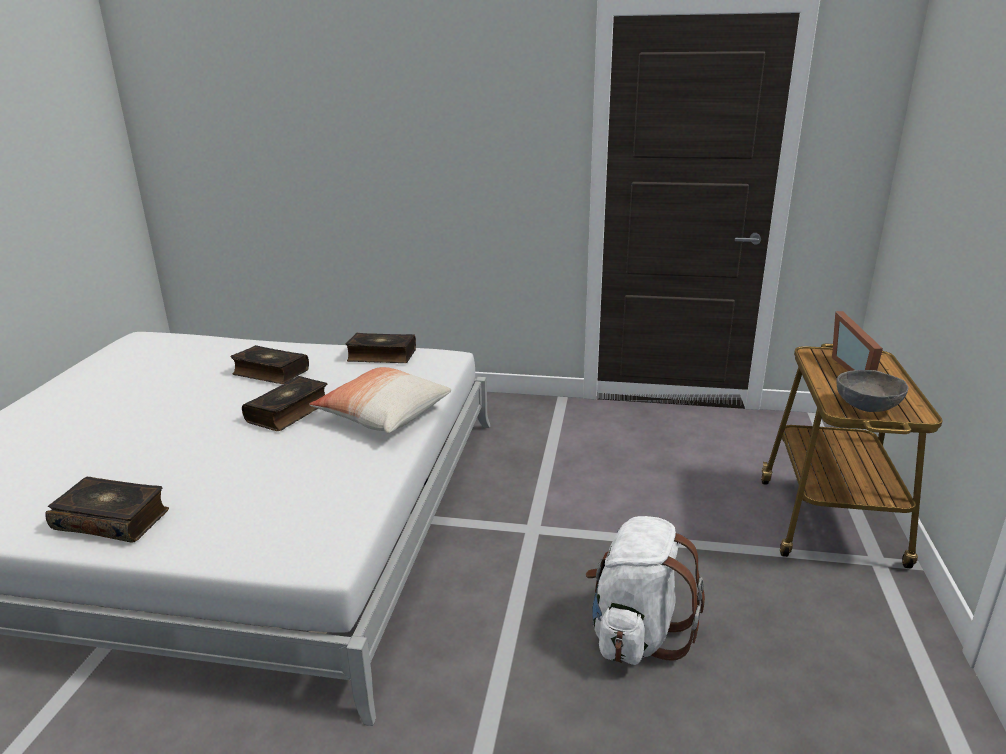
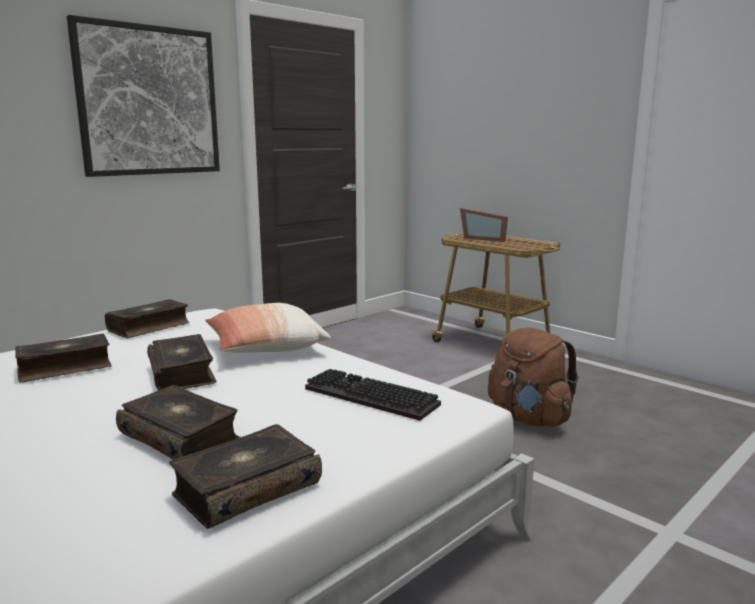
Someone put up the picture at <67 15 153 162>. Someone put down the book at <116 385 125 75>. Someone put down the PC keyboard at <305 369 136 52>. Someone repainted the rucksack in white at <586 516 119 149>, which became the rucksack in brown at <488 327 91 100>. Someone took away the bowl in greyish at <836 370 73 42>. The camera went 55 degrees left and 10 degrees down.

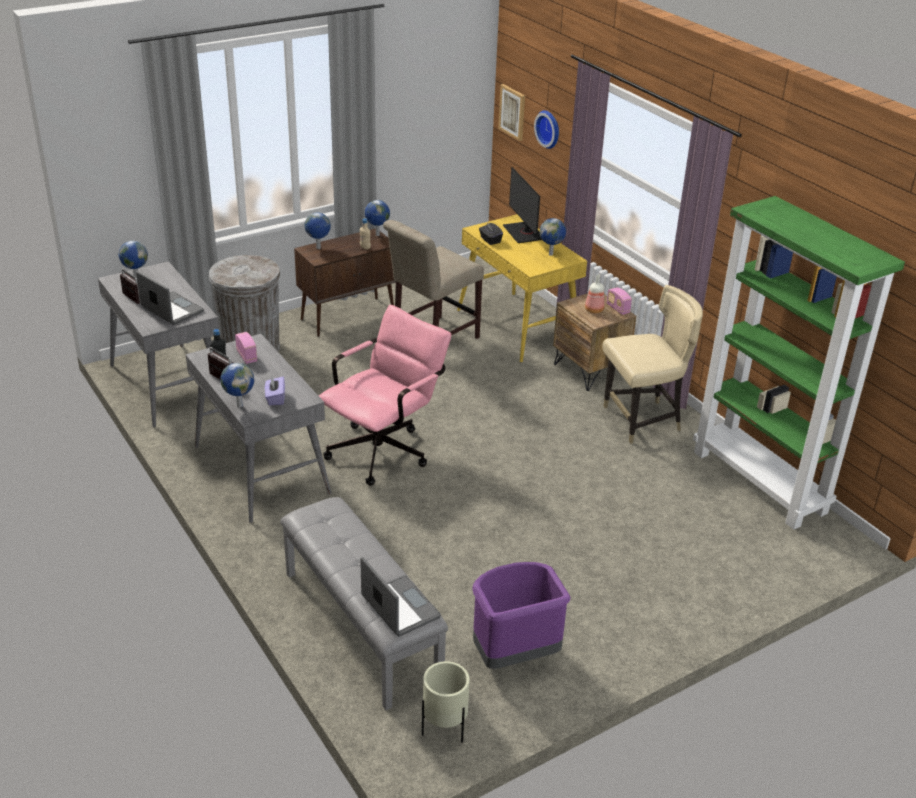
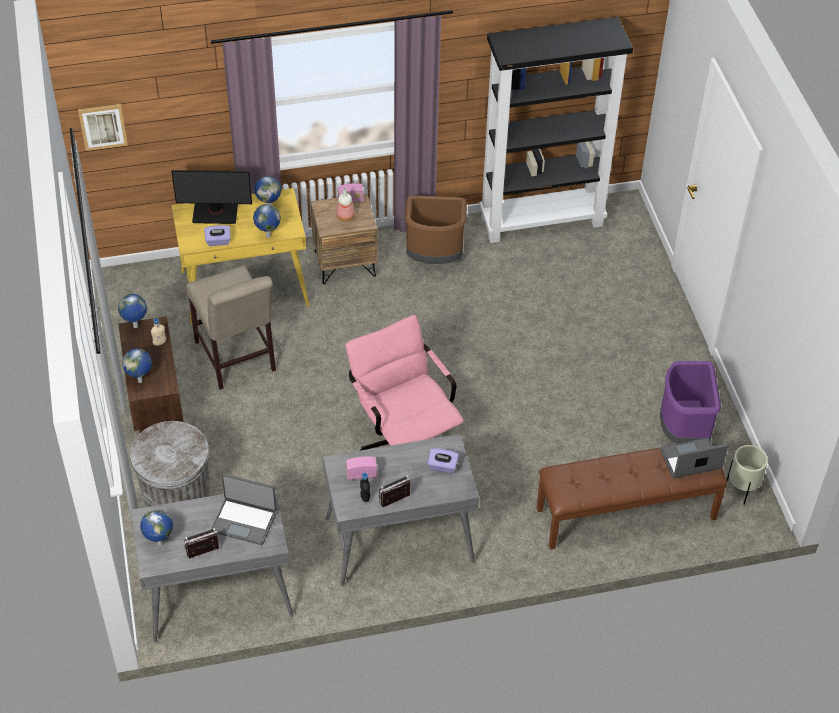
Someone repainted the box of tissues in black-coloured at <479 222 24 23>, which became the box of tissues in purple-coloured at <204 225 27 21>. Someone rotated the notebook computer at <136 271 68 54> by 135 degrees counterclockwise. Someone carried the world globe from <220 363 34 45> to <253 204 28 34>. Someone swapped the plain chair in beige at <602 285 101 159> for the rubbish bin in brown at <405 195 62 69>. Someone repainted the bookcase in green-coloured at <693 196 212 334>, which became the bookcase in black-coloured at <479 17 154 226>. Someone repainted the indoor bench in greyish at <280 497 168 213>, which became the indoor bench in brown at <537 444 191 106>. Someone took away the clock on the wall at <534 111 25 38>. The camera went 70 degrees left and 15 degrees up.

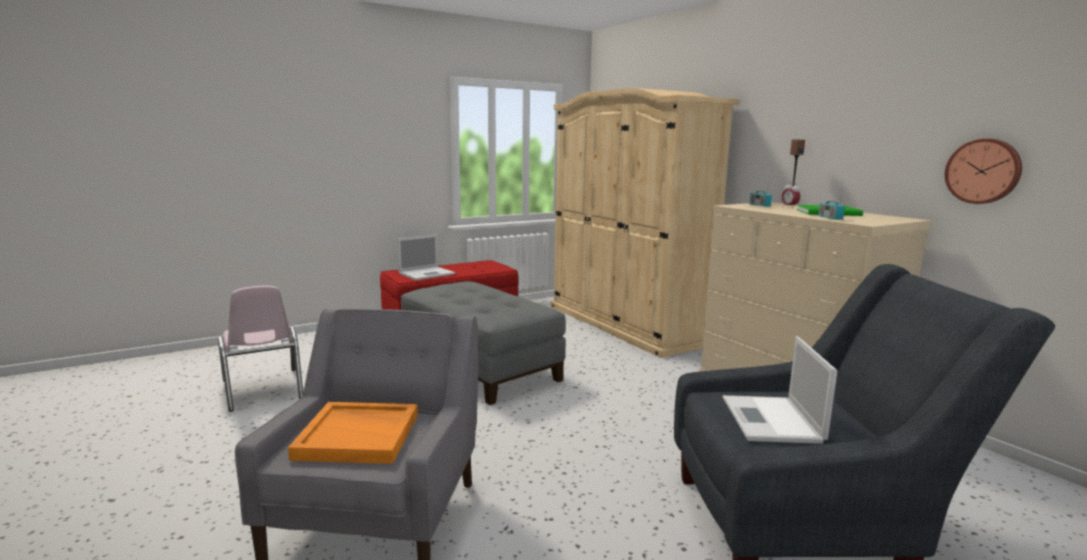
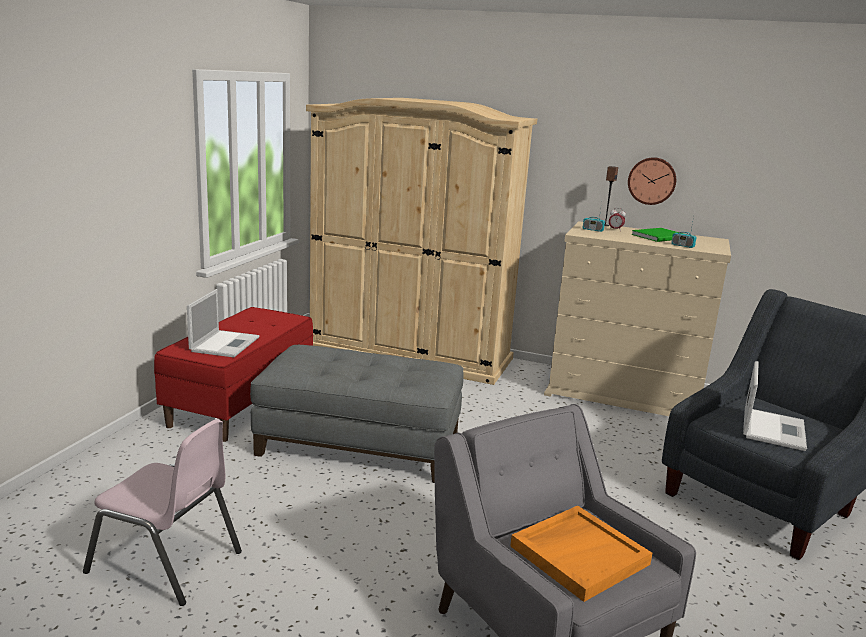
Someone carried the clock on the wall from <945 138 77 66> to <628 157 48 48>. Someone rotated the notebook computer at <723 336 114 108> by 120 degrees counterclockwise. The camera went 40 degrees left and 5 degrees up.

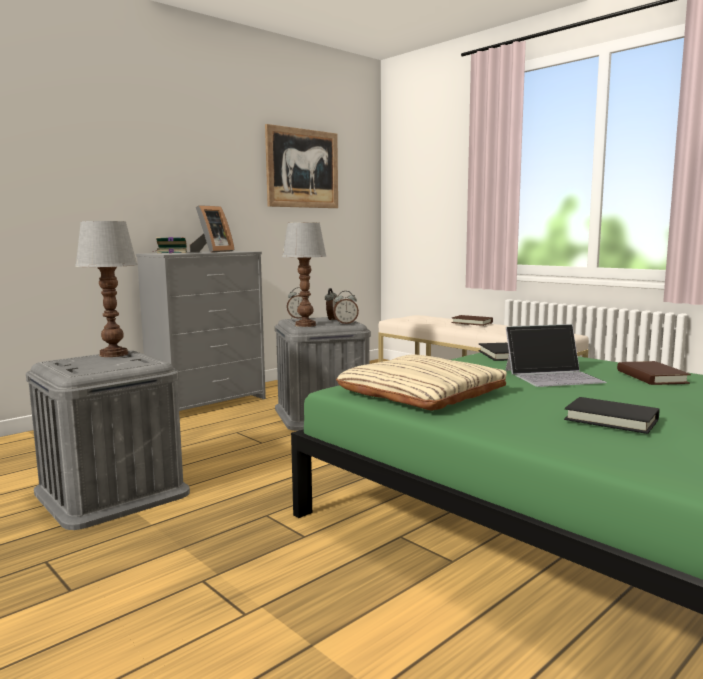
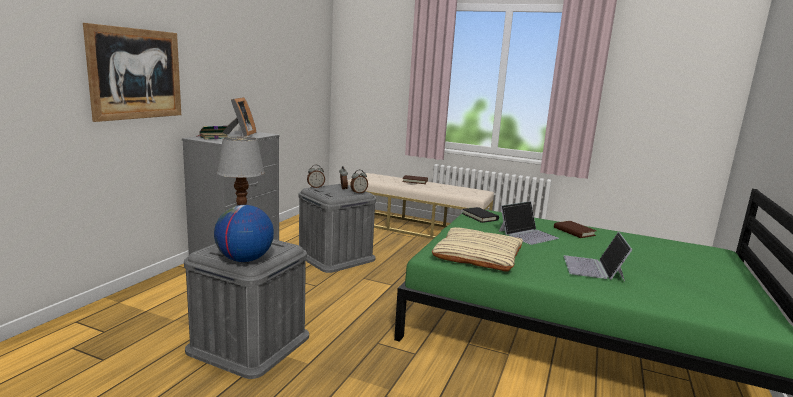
Someone carried the picture from <265 124 73 84> to <83 23 98 99>. Someone put down the world globe at <214 205 60 57>. Someone swapped the book in black-coloured at <564 397 95 37> for the notebook computer at <564 232 68 50>. Someone took away the table lamp at <282 222 44 105>. The camera went 25 degrees left and 5 degrees up.

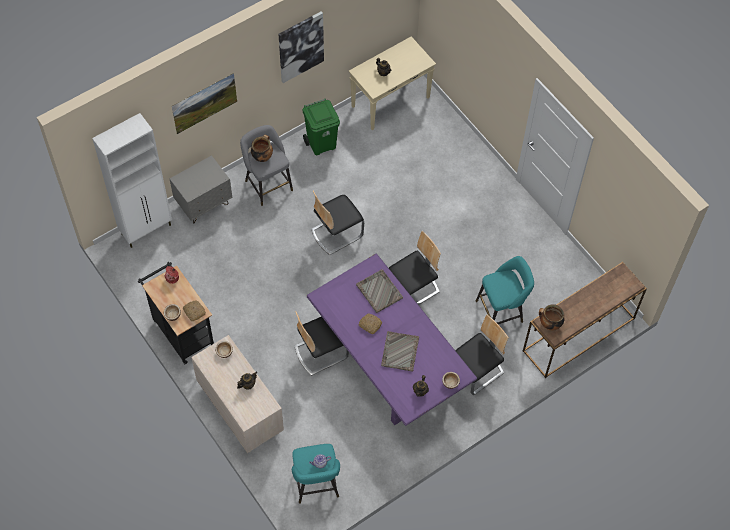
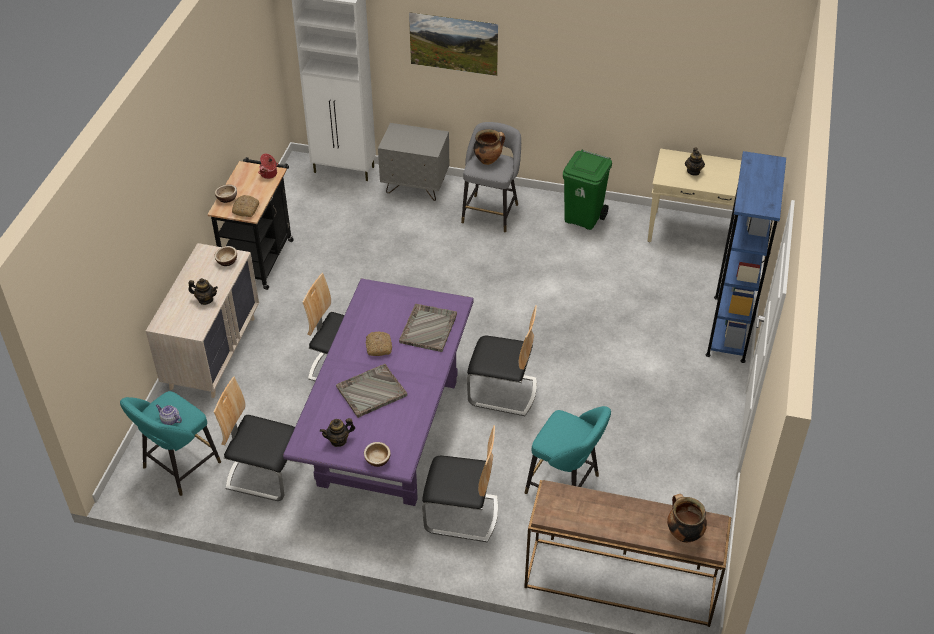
Someone carried the plain chair from <311 190 53 65> to <214 376 82 125>. Someone carried the stockpot from <539 304 25 26> to <667 494 40 49>. Someone put down the bookcase in blue-coloured at <706 151 80 212>. Someone took away the picture at <278 11 46 72>. The camera went 50 degrees right and 15 degrees down.

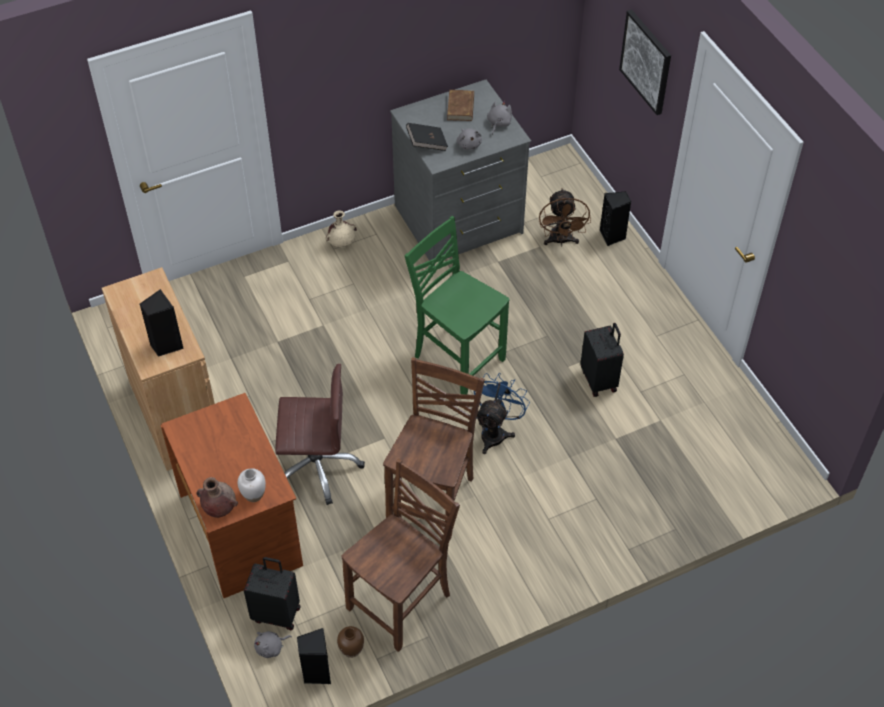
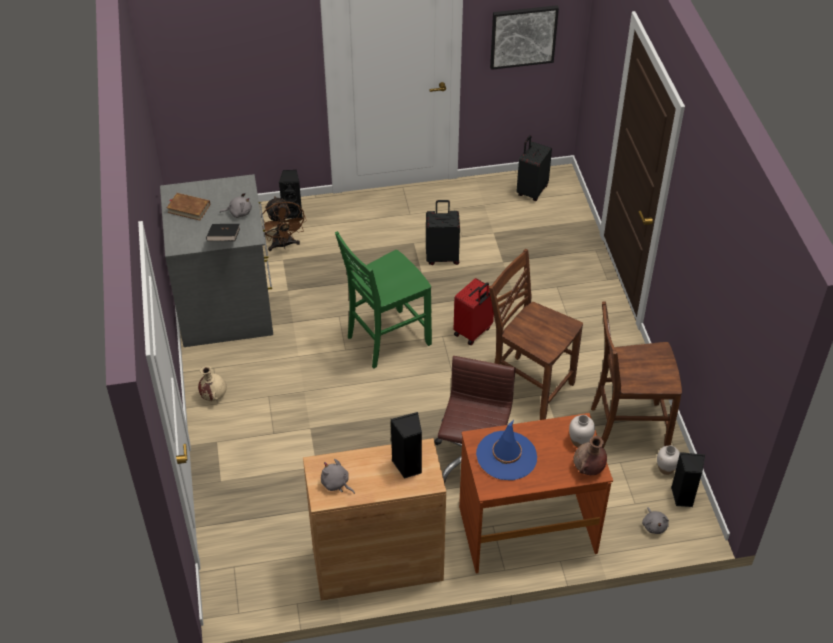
Someone rotated the fan in brown at <539 188 52 58> by 60 degrees clockwise. Someone carried the plush toy in greyish from <487 101 25 34> to <321 459 34 35>. Someone swapped the fan in blue-coloured at <474 373 56 81> for the suitcase in red-coloured at <453 278 41 67>. Someone put down the hat in blue-coloured at <476 420 61 60>. Someone carried the picture from <619 10 52 105> to <490 5 69 65>. Someone carried the suitcase in black-coloured from <244 557 56 73> to <516 135 36 66>. Someone rotated the plain chair in brown at <342 459 118 193> by 60 degrees counterclockwise. Someone repainted the decorative vase in brown at <337 626 27 32>, which became the decorative vase in white at <657 445 23 30>. The camera went 75 degrees left and 5 degrees down.

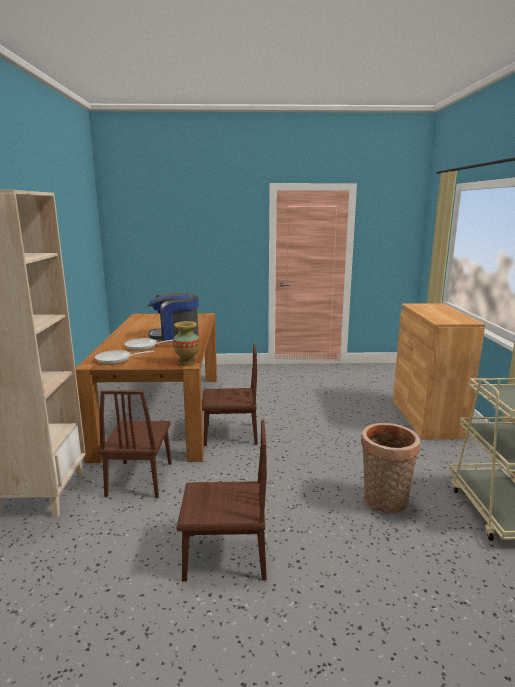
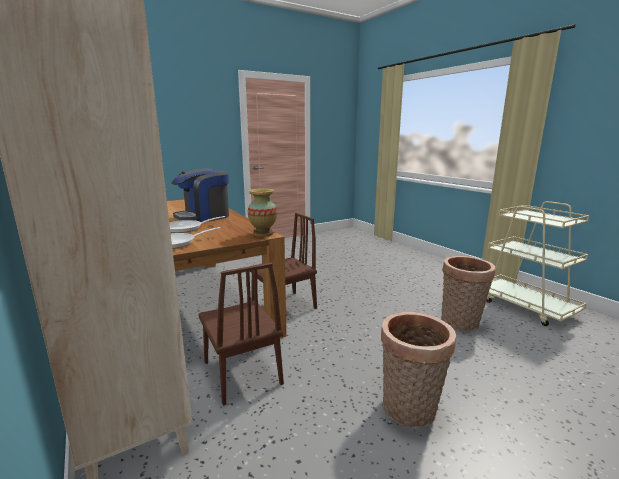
Someone swapped the plain chair in brown at <177 420 90 162> for the household basket at <381 312 75 116>. Someone took away the cabinet in brown at <393 303 92 137>. The camera went 30 degrees left and 0 degrees up.

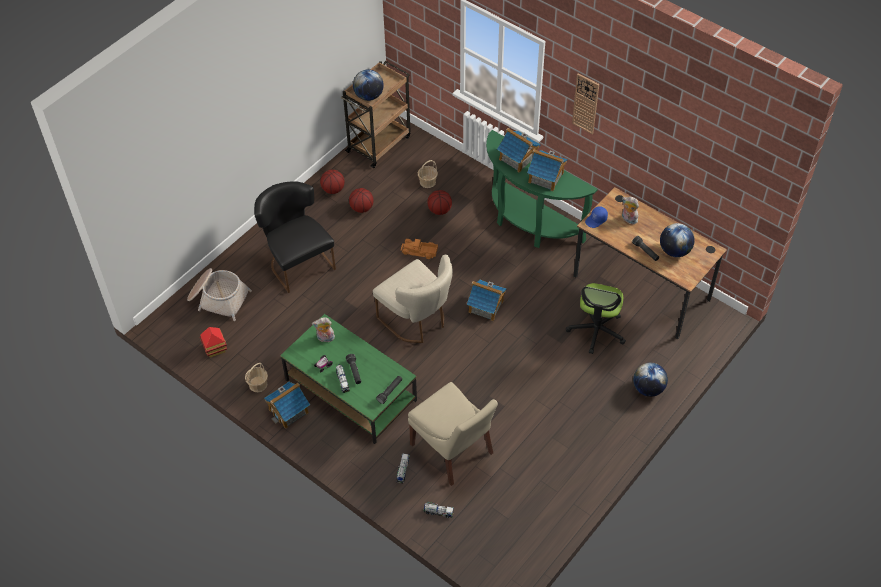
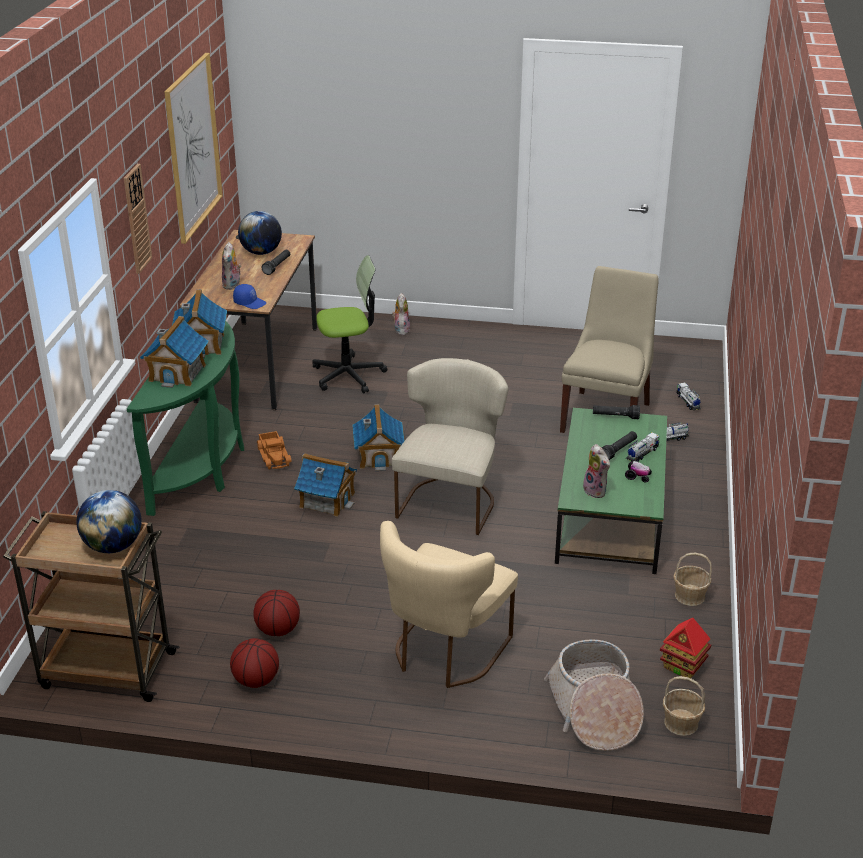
Someone put up the picture at <164 53 59 191>. Someone carried the toy lorry from <401 239 37 20> to <257 431 35 39>. Someone carried the model house from <264 382 46 47> to <294 453 63 64>. Someone repainted the plain chair in black-coloured at <254 181 82 112>, which became the plain chair in beige at <380 521 138 167>. Someone swapped the world globe at <633 363 35 34> for the plush toy at <392 293 18 42>. Someone carried the household basket from <418 160 20 28> to <663 676 42 60>. Someone took away the basketball at <427 190 25 25>. The camera went 120 degrees left and 20 degrees down.

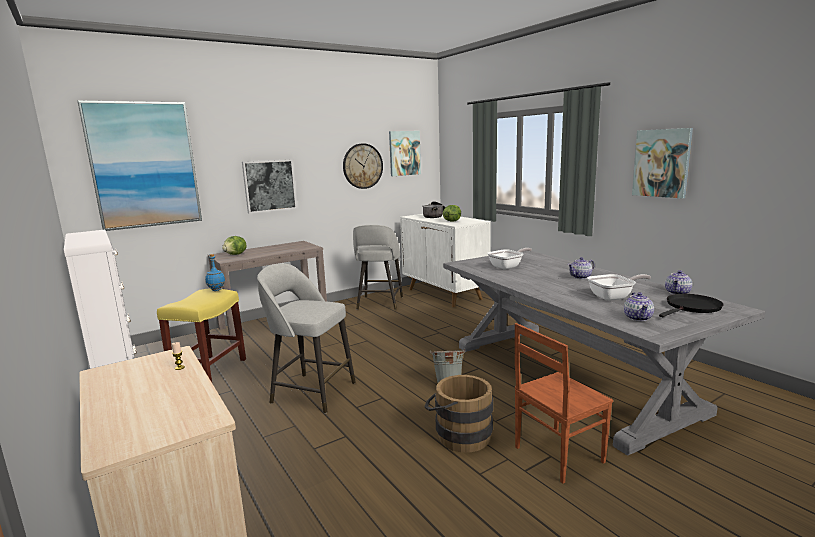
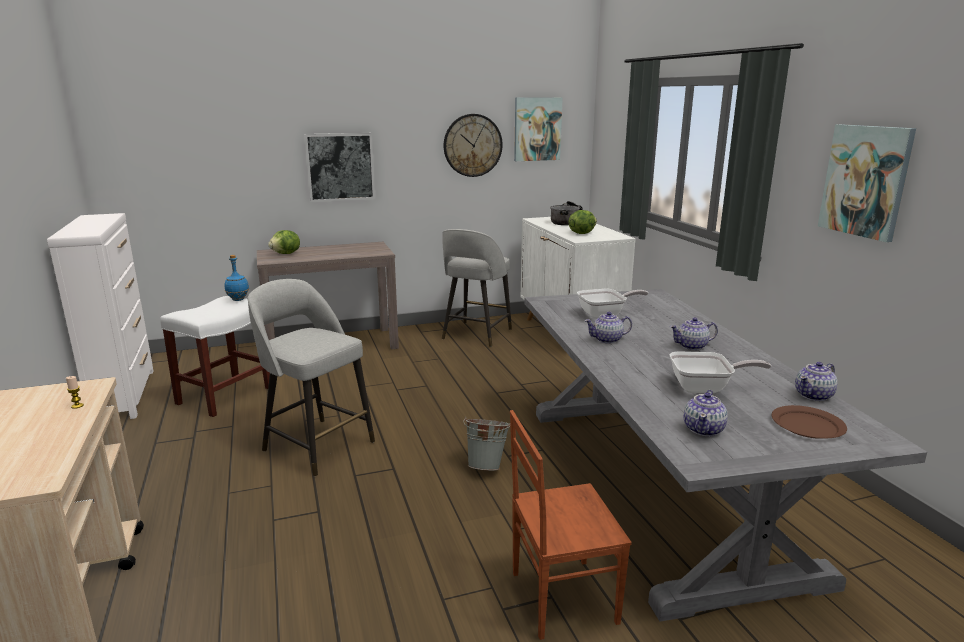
Someone repainted the sitting stool in yellowish at <157 289 89 93>, which became the sitting stool in white at <160 296 110 121>. Someone put down the pot for tea at <585 312 47 32>. Someone swapped the skillet in black-coloured at <659 294 64 23> for the dinner plate in brown at <771 405 76 34>. Someone took away the picture at <77 100 125 131>. Someone took away the pail in brown at <424 375 69 78>. The camera went 15 degrees right and 5 degrees up.

